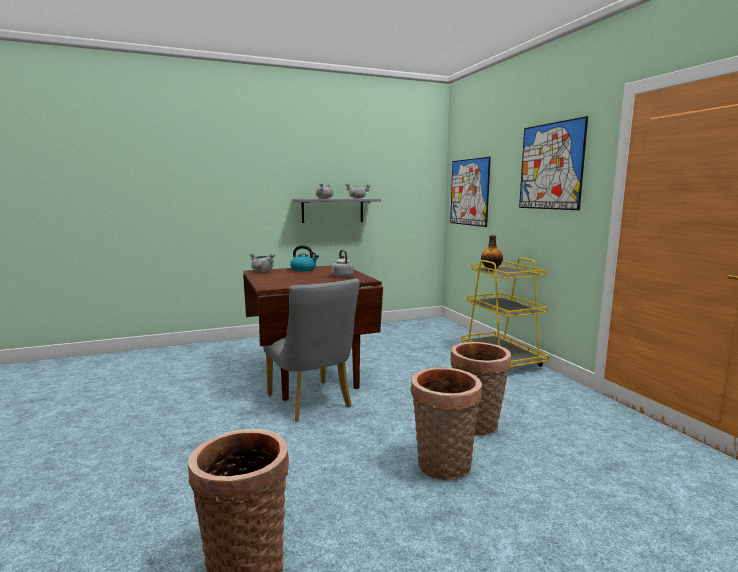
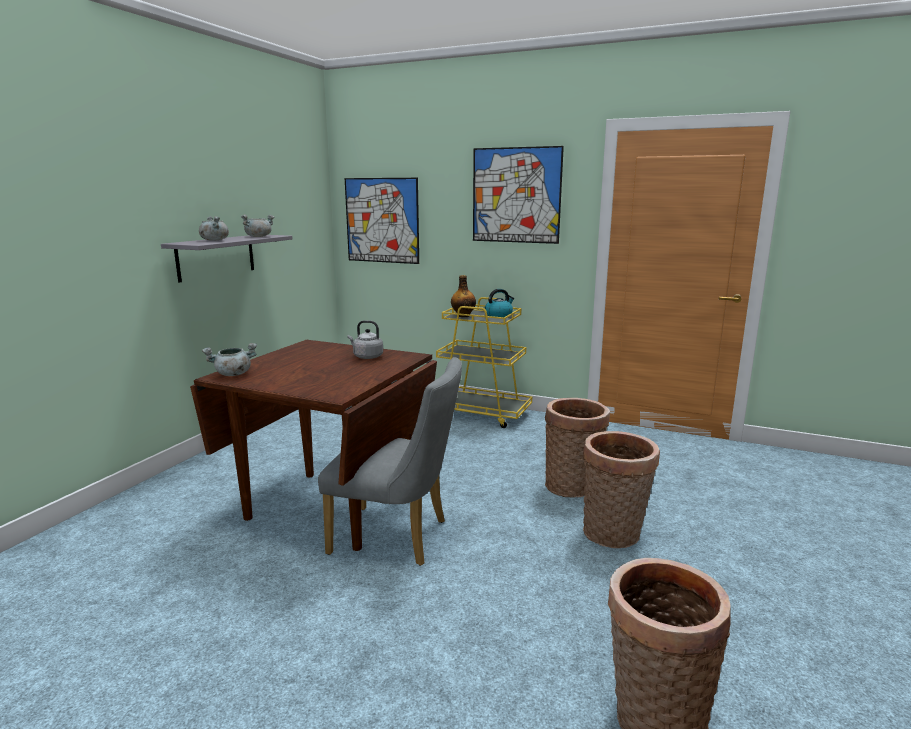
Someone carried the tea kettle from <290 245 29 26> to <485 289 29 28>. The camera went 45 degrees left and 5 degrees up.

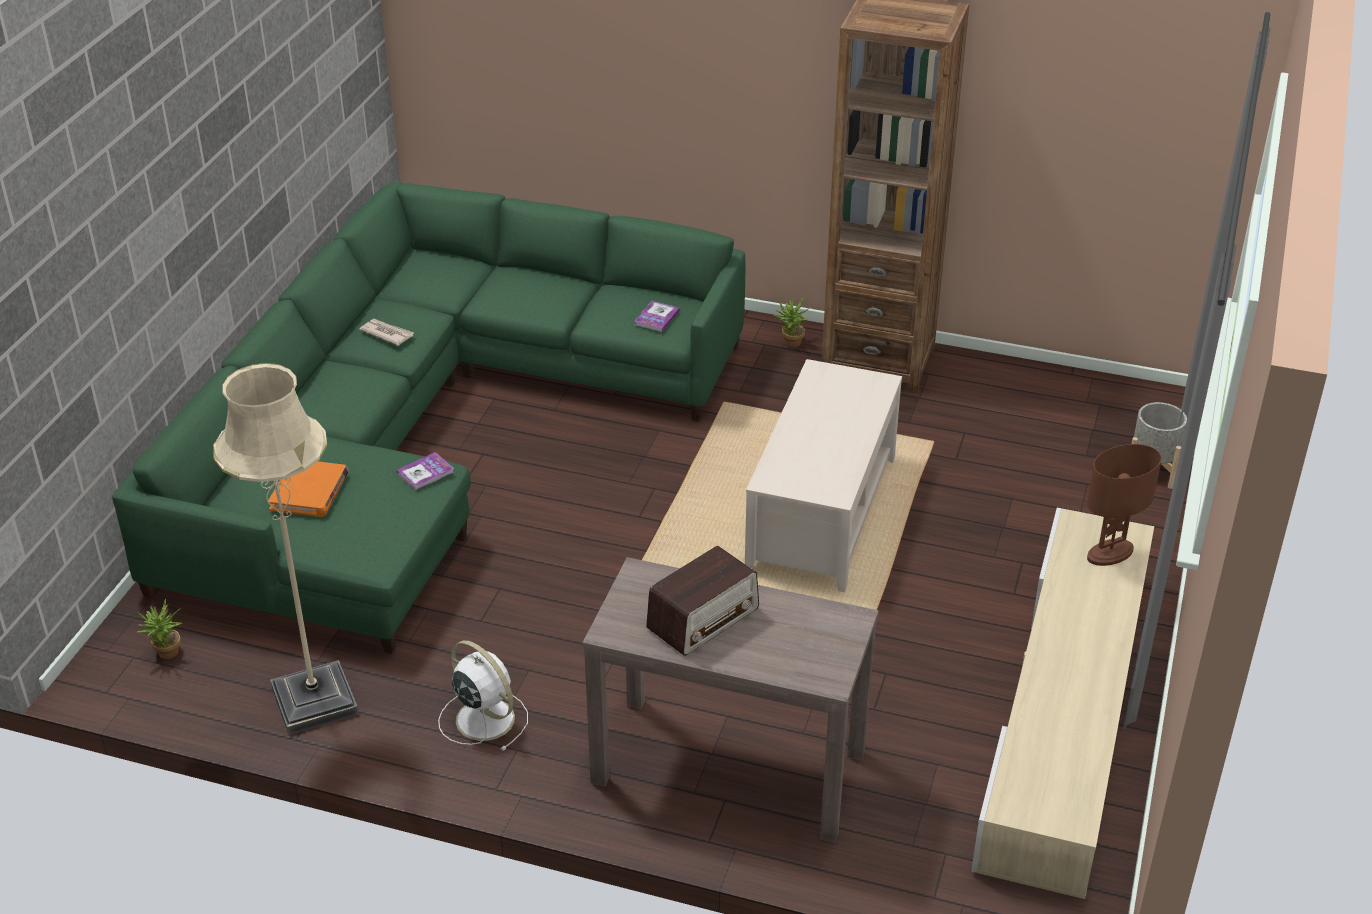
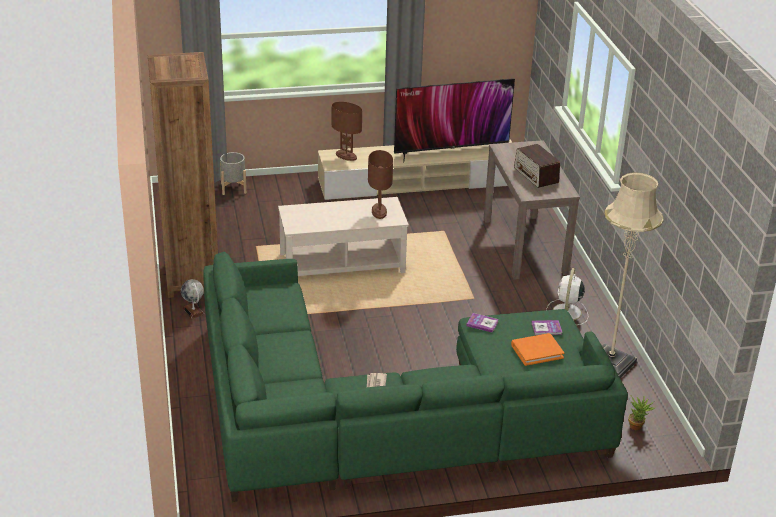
Someone swapped the houseplant at <774 298 36 49> for the world globe at <181 279 24 40>. Someone put down the table lamp in brown at <368 150 25 69>. Someone put down the television at <394 78 121 85>. Someone rotated the radio at <646 546 113 110> by 135 degrees counterclockwise. Someone carried the book from <635 301 45 31> to <532 320 30 15>. The camera went 120 degrees left and 5 degrees down.

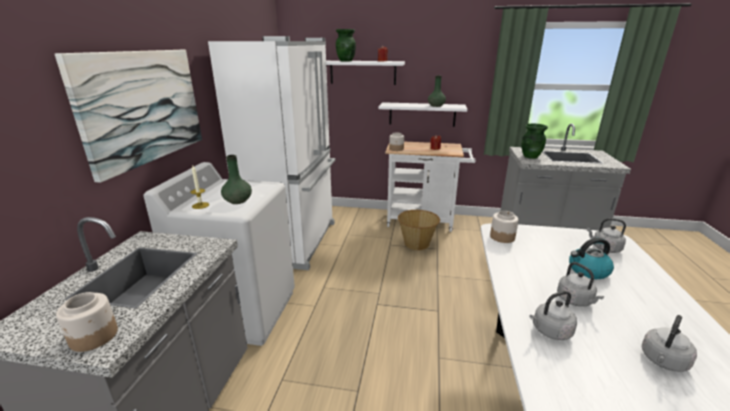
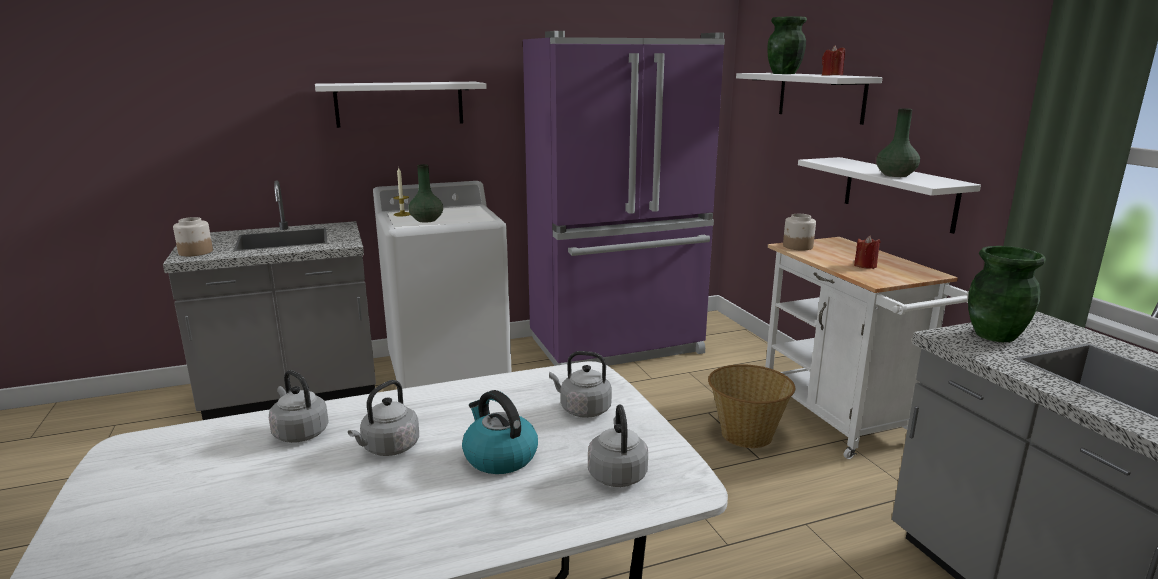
Someone swapped the picture at <55 50 147 133> for the shelf in white at <315 82 172 46>. Someone repainted the refrigerator in white at <208 36 127 234>, which became the refrigerator in purple-coloured at <523 31 202 335>. Someone carried the tea kettle in greyish from <642 315 55 57> to <549 351 63 67>. Someone took away the preserve jar at <490 211 29 32>. The camera went 60 degrees right and 5 degrees down.

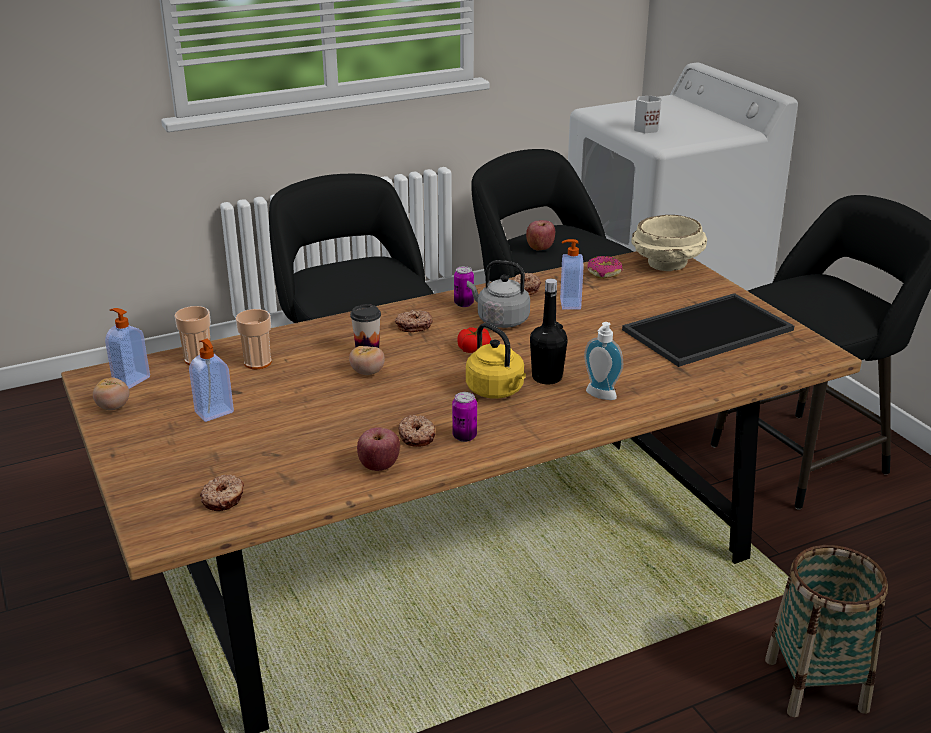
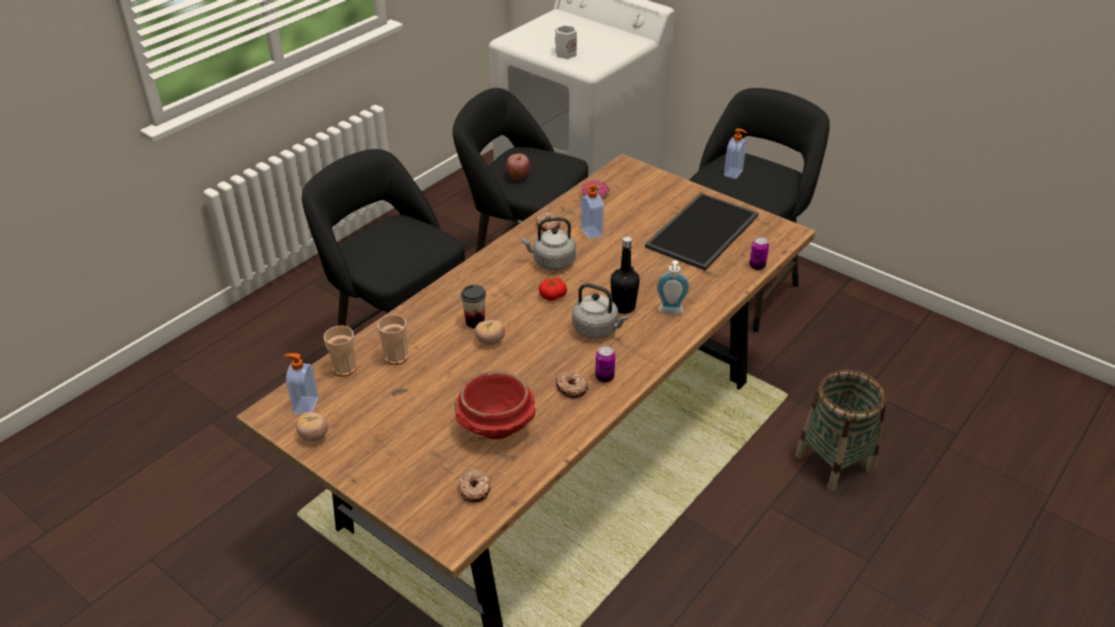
Someone put down the bowl in red-coloured at <454 371 81 68>. Someone repainted the tea kettle in yellowish at <466 323 60 76>, which became the tea kettle in greyish at <572 283 57 56>. Someone carried the liquid soap bottle from <189 339 45 83> to <724 128 23 51>. Someone carried the metal can from <454 266 20 41> to <749 237 20 33>. Someone took away the apple fruit at <357 427 43 44>. Someone took away the donut at <395 310 37 22>. Someone took away the bowl in beige at <631 215 76 56>. The camera went 25 degrees left and 10 degrees up.

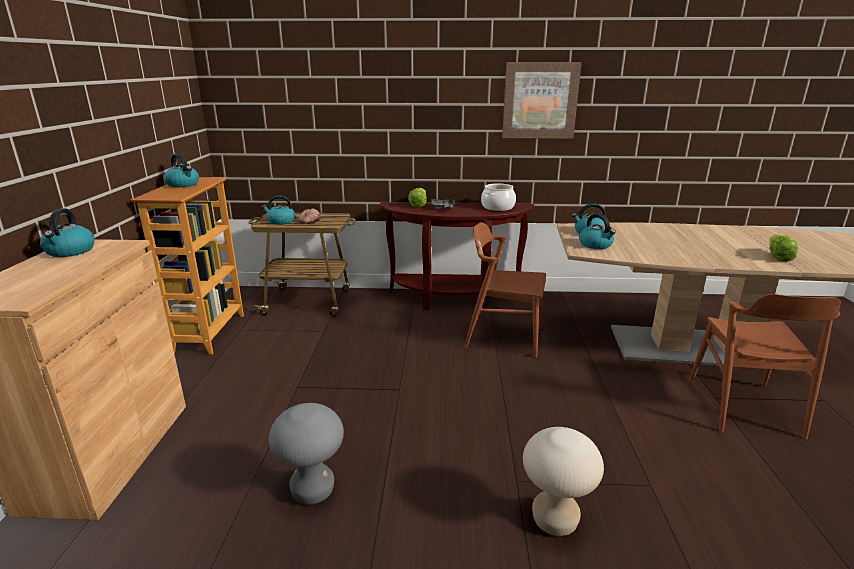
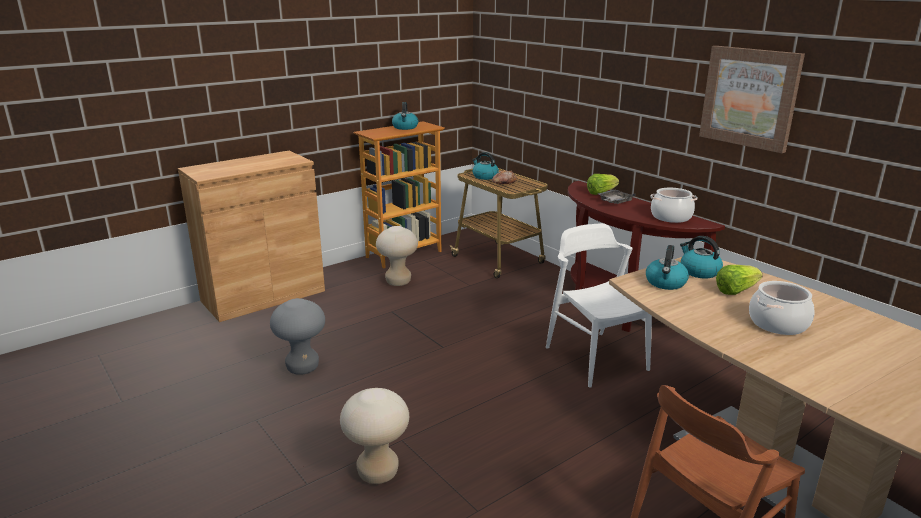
Someone put down the sitting stool in beige at <376 226 42 60>. Someone repainted the plain chair in brown at <464 222 82 136>, which became the plain chair in white at <546 223 106 165>. Someone carried the head of lettuce from <769 234 29 28> to <716 265 47 30>. Someone put down the stockpot at <749 281 66 54>. Someone took away the tea kettle at <40 209 55 48>. The camera went 50 degrees right and 0 degrees up.

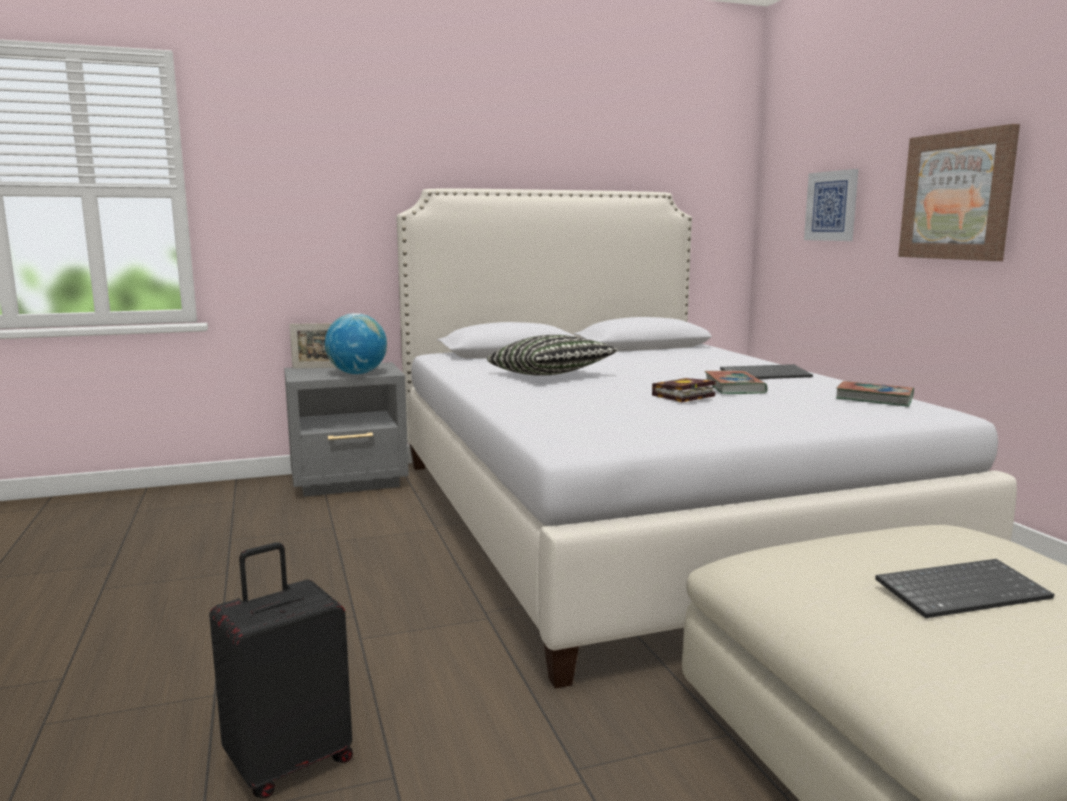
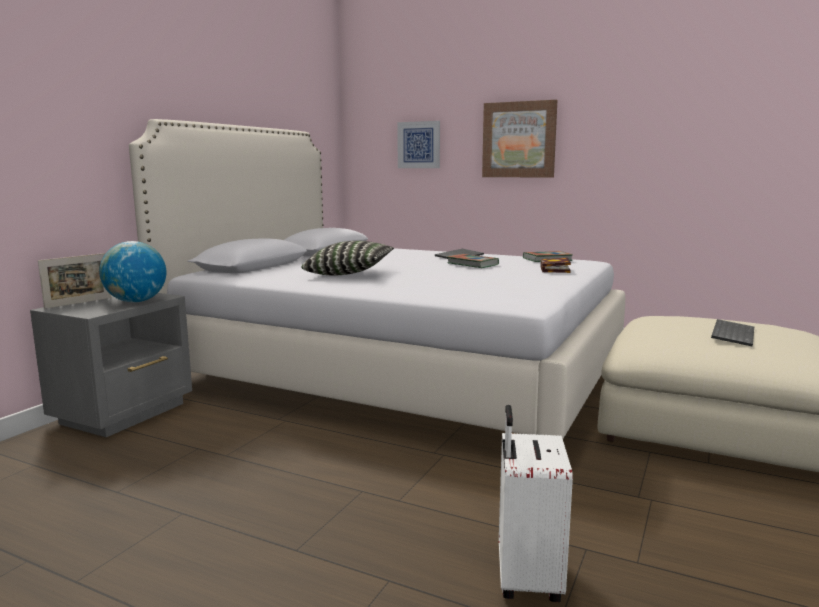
Someone repainted the suitcase in black-coloured at <209 542 144 256>, which became the suitcase in white at <499 405 74 197>. Someone carried the book from <652 378 64 24> to <541 257 30 16>. The camera went 45 degrees left and 0 degrees up.

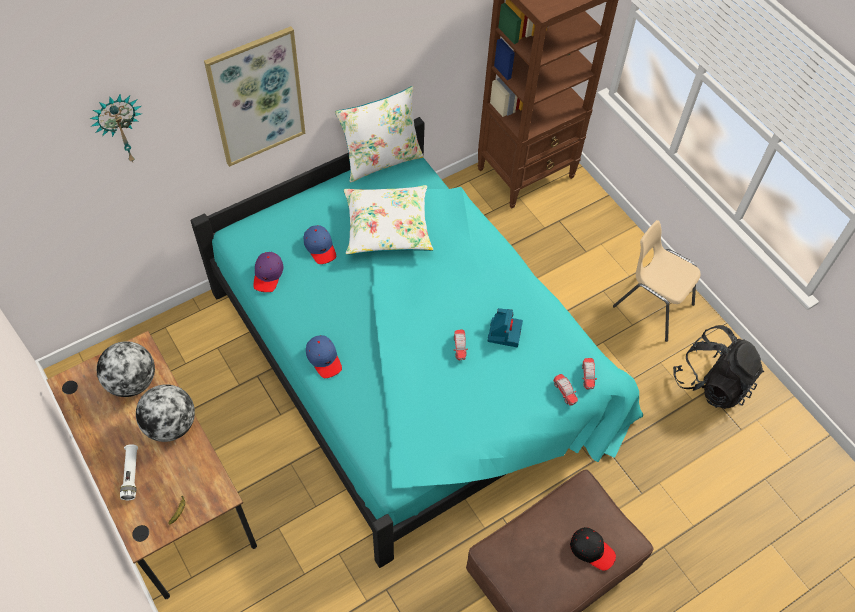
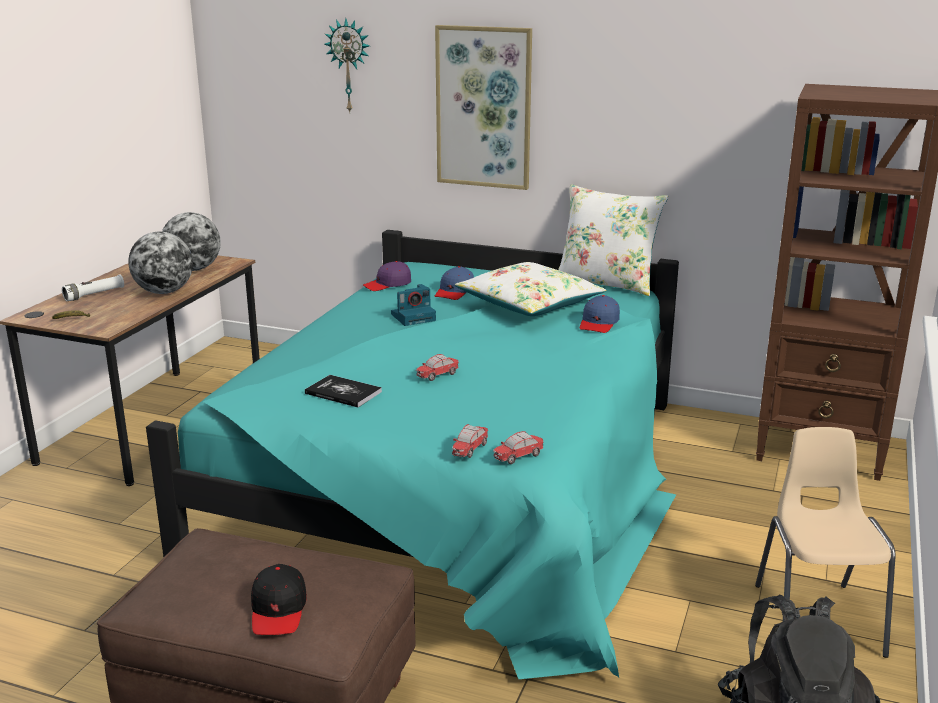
Someone put down the book at <305 375 77 33>. Someone carried the photo camera from <488 308 35 39> to <391 284 45 42>. Someone carried the peaked cap in blue-coloured from <306 335 36 43> to <580 295 40 38>. The camera went 55 degrees right and 35 degrees down.

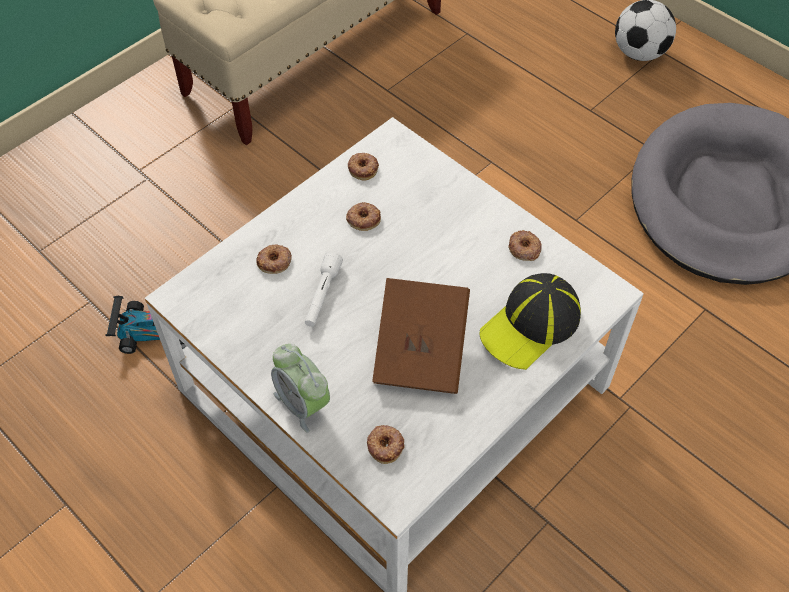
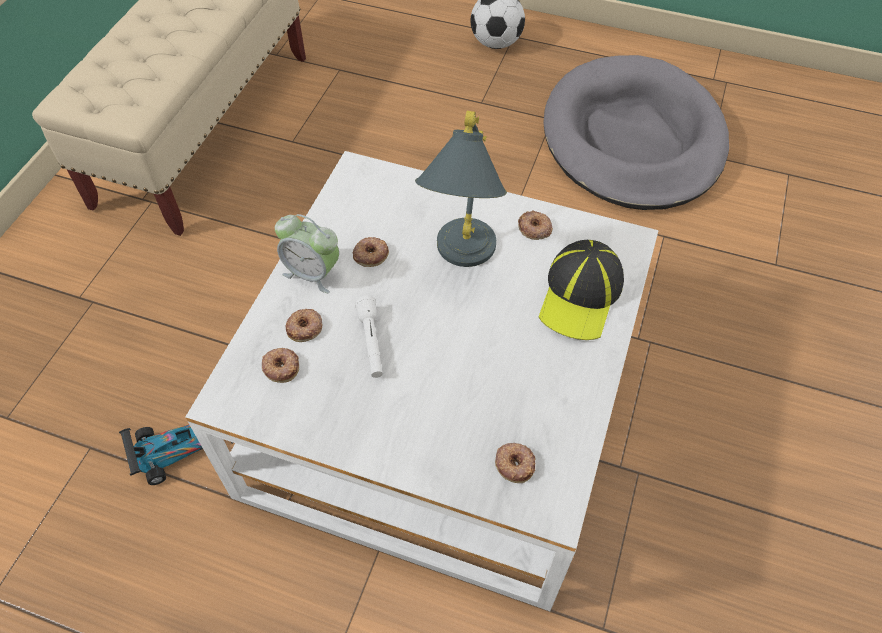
Someone carried the donut from <348 153 31 28> to <262 348 37 35>. Someone carried the alarm clock from <271 344 59 89> to <275 214 64 79>. Someone put down the table lamp in greyish at <415 111 92 156>. Someone took away the book in brown at <372 278 98 116>. The camera went 25 degrees left and 0 degrees up.

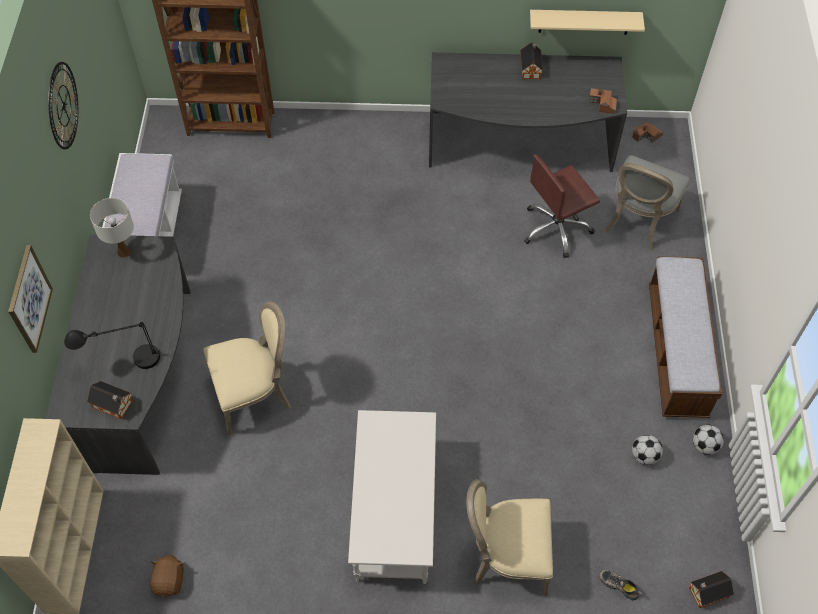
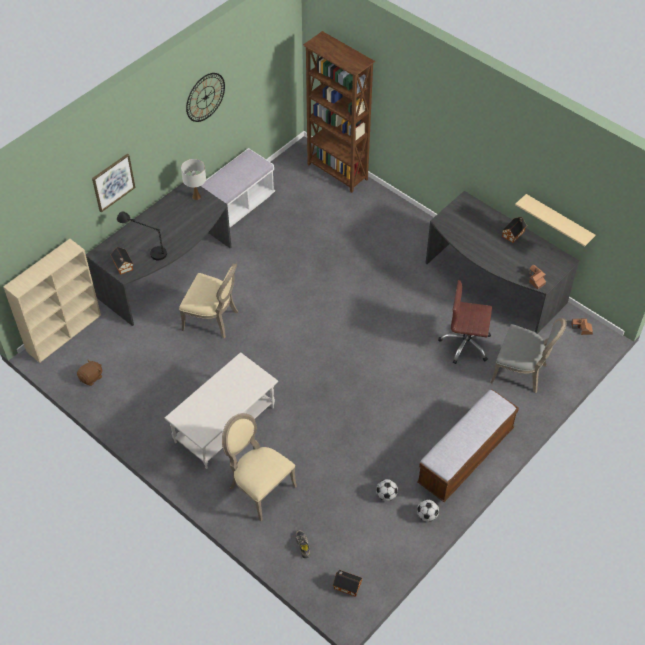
Someone rotated the plain chair in greyish at <605 155 85 94> by 135 degrees counterclockwise. The camera went 40 degrees right and 5 degrees down.

